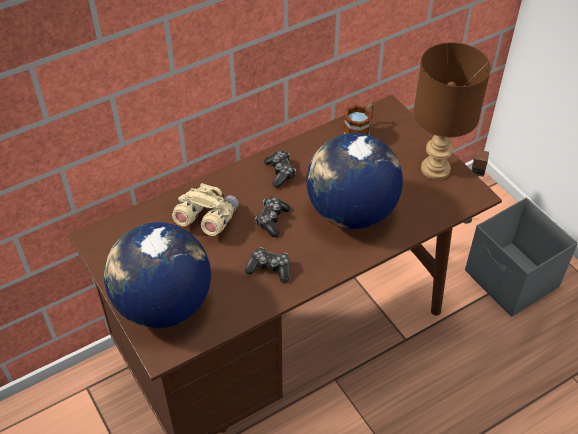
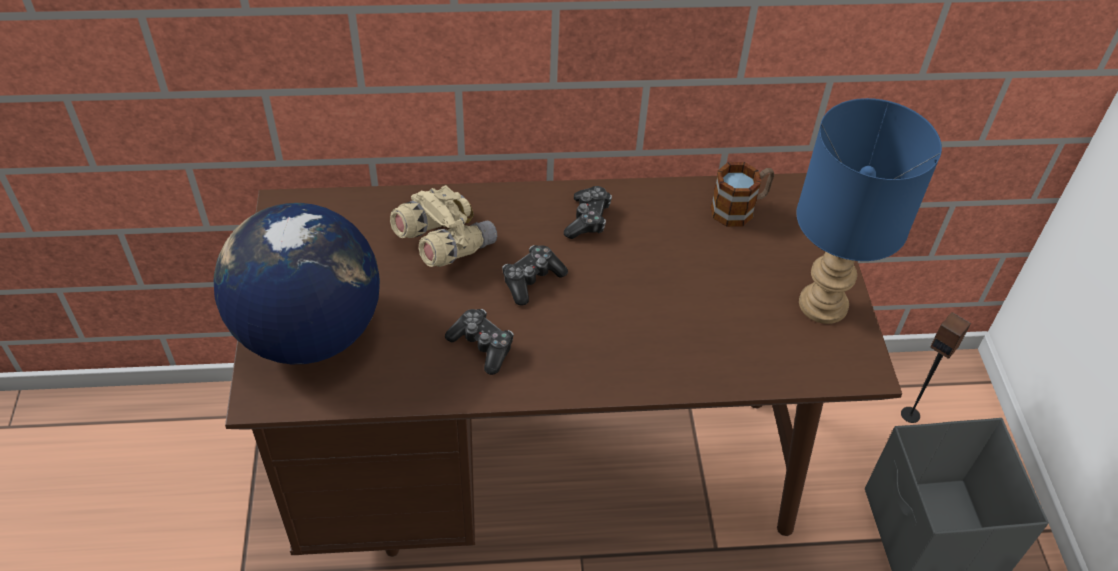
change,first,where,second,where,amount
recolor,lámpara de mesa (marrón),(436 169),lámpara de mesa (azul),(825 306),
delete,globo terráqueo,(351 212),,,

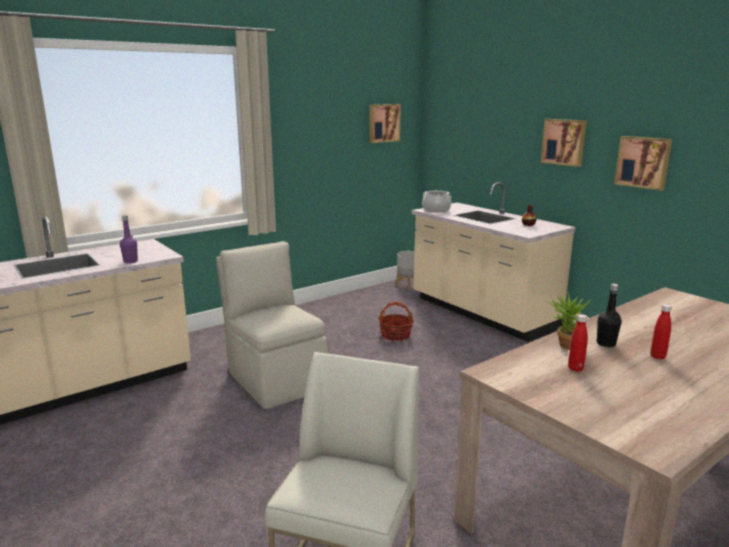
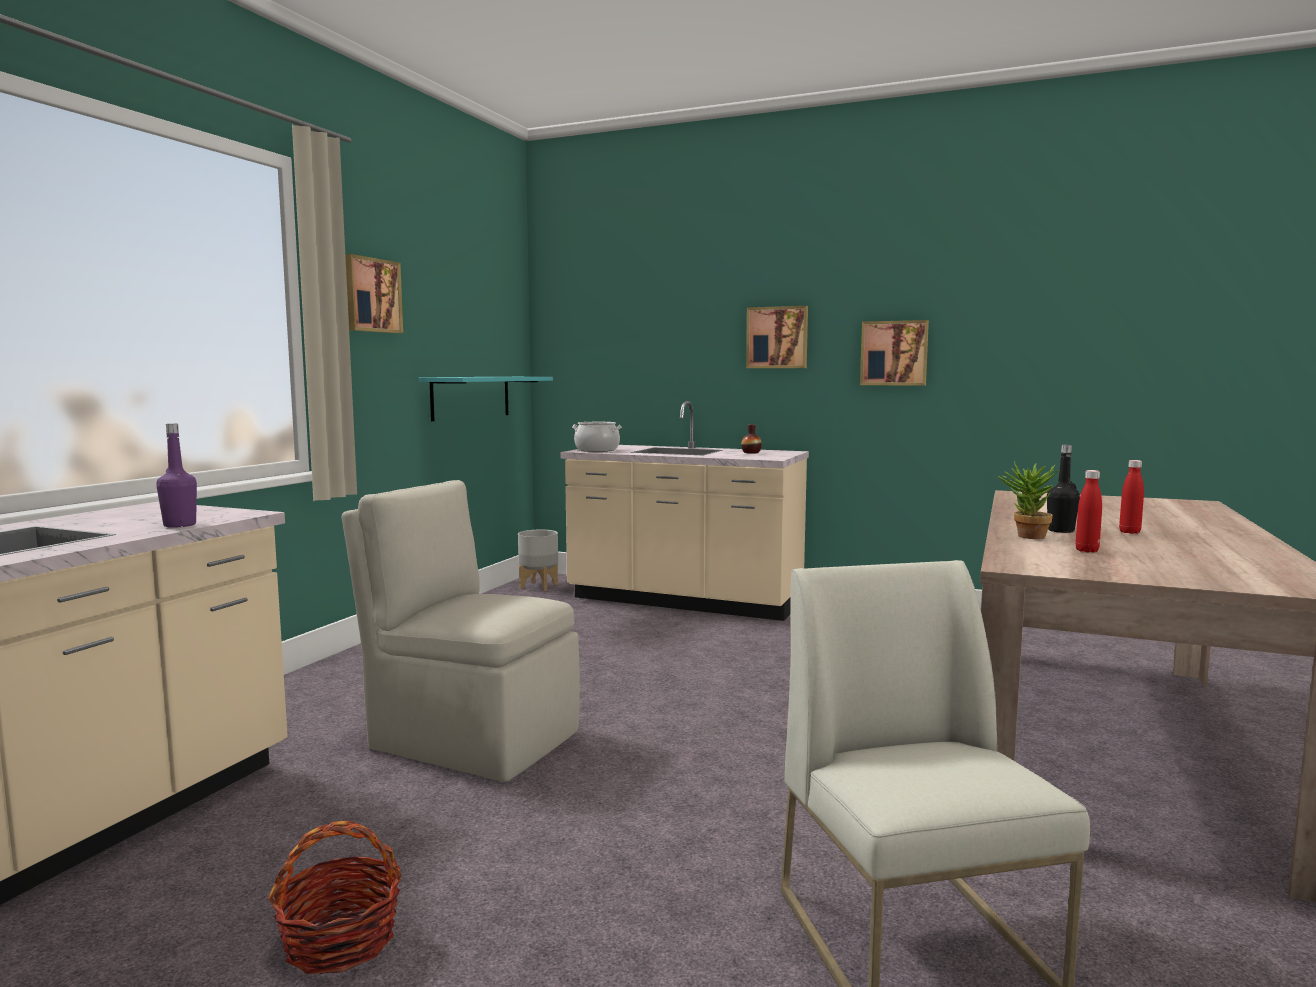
change,first,where,second,where,amount
move,cesta,(395 335),,(340 941),
move,cuadro,(383 123),,(371 295),
insert,,,estante (turquesa),(471 397),

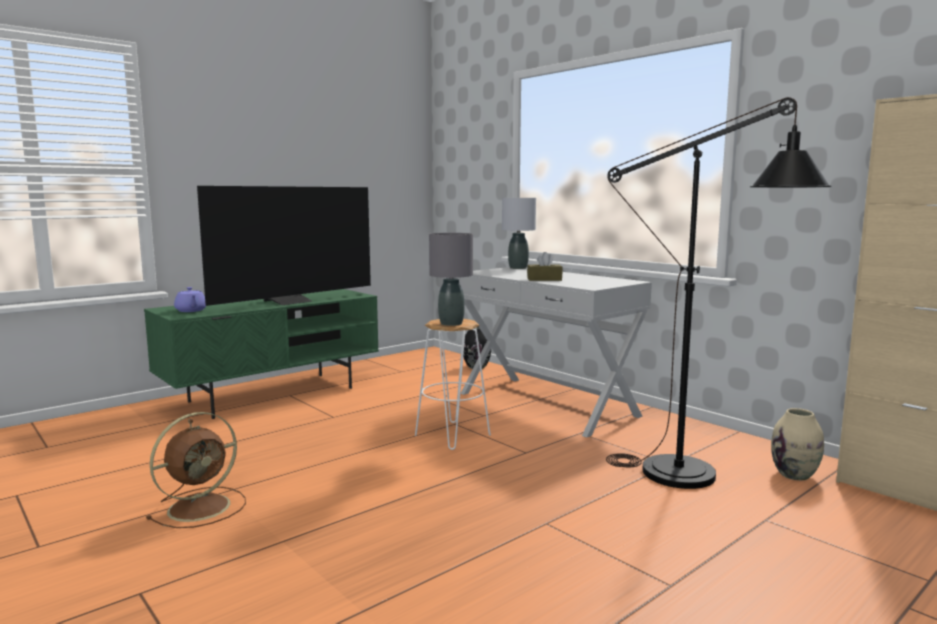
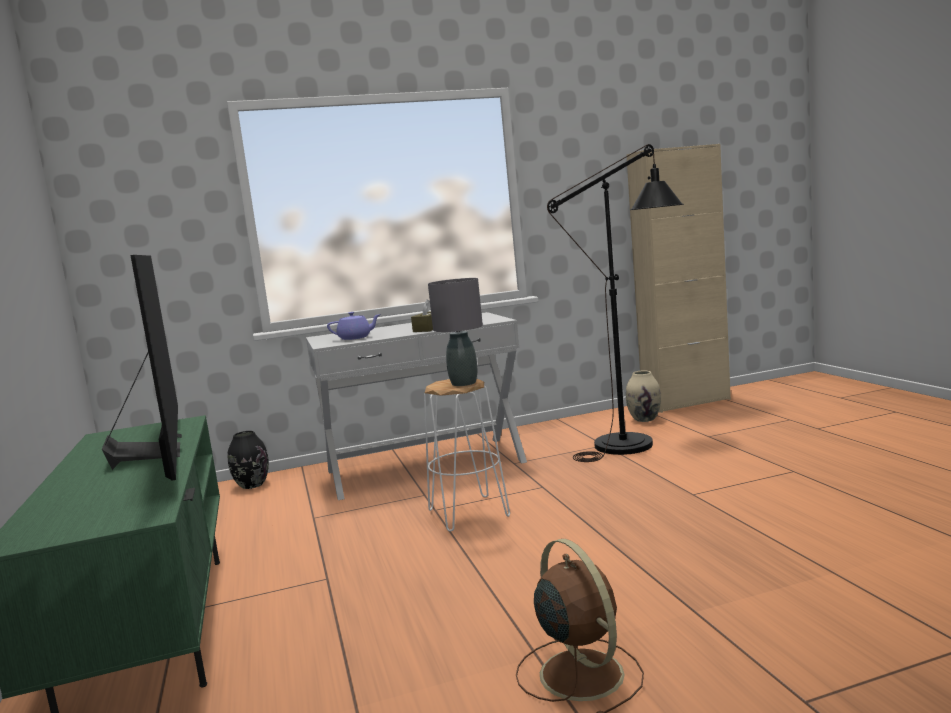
change,first,where,second,where,amount
move,tetera (morado),(191 311),,(355 338),
delete,lámpara de mesa (gris),(518 268),,,

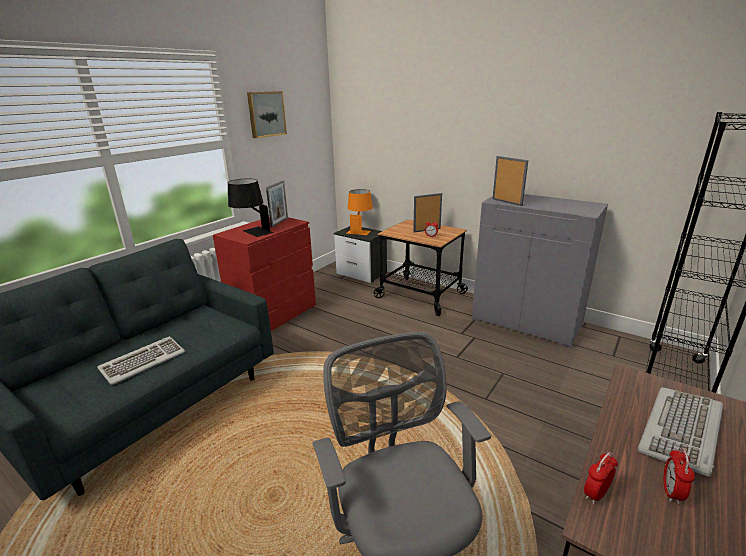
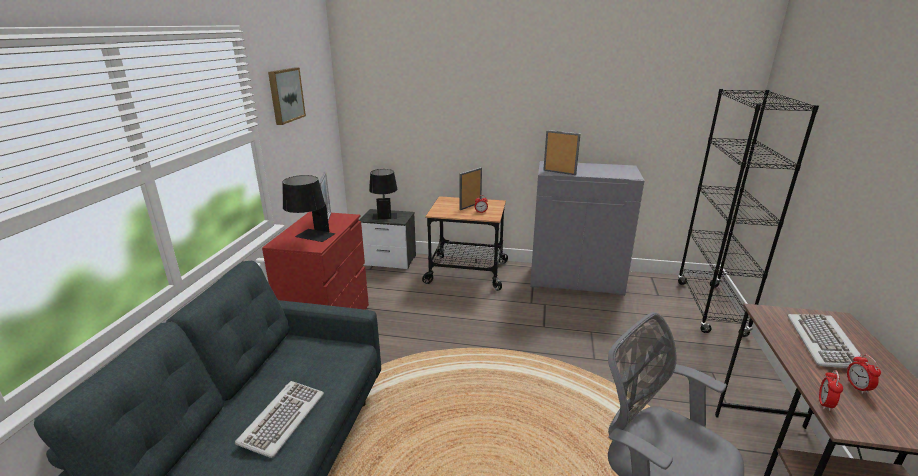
change,first,where,second,where,amount
recolor,lámpara de mesa (naranja),(360 230),lámpara de mesa (negro),(384 214),

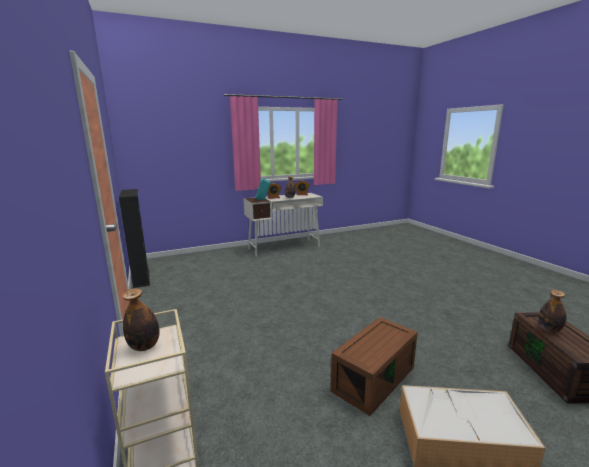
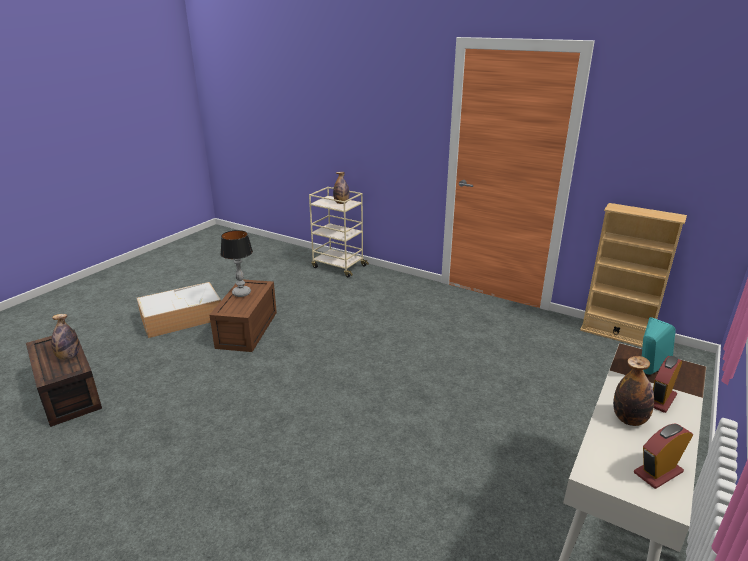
change,first,where,second,where,amount
insert,,,lámpara de mesa,(241 293),
recolor,estantería (negro),(141 278),estantería (beis),(616 334),

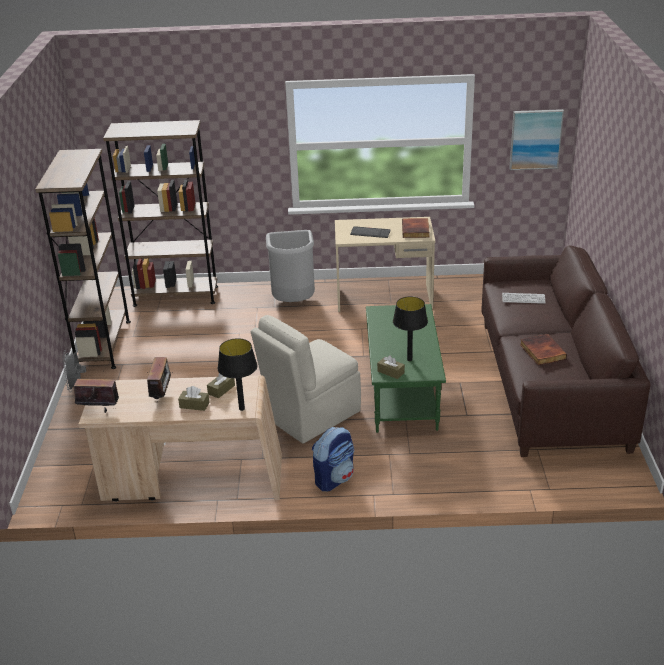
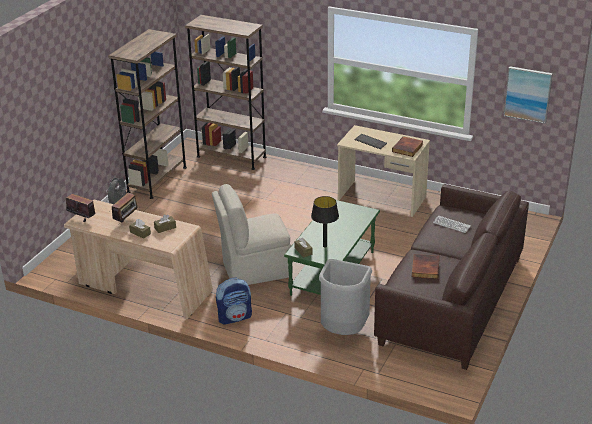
change,first,where,second,where,amount
move,papelera (gris),(293 302),,(343 331),
delete,lámpara de mesa (negro),(242 408),,,

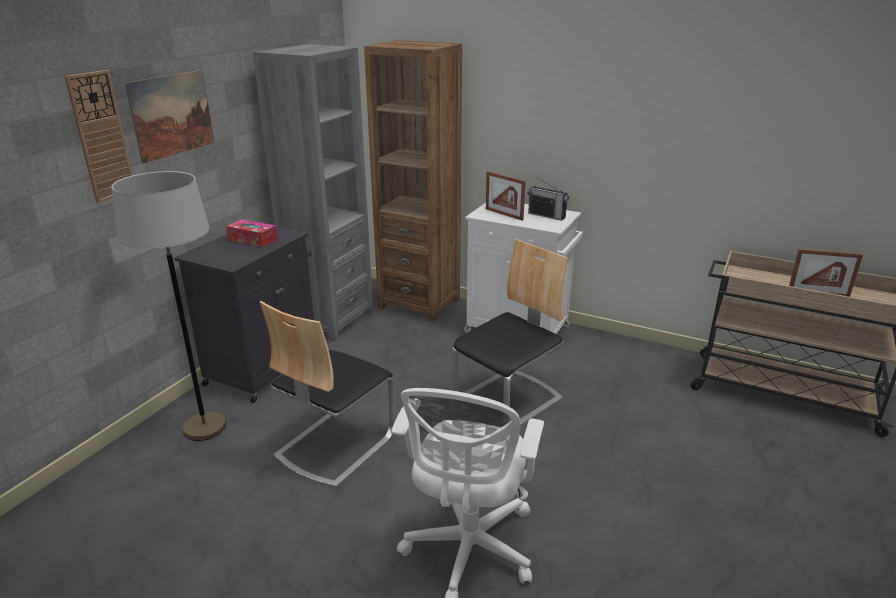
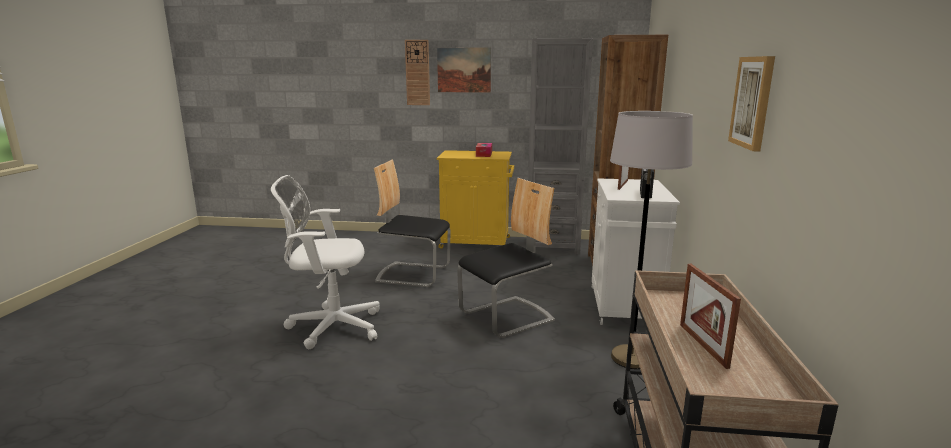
change,first,where,second,where,amount
recolor,armario (negro),(264 368),armario (amarillo),(477 243),
rotate,silla,(509 399),,(507 317),60 degrees counterclockwise
move,lámpara de pie (gris),(205 427),,(631 358),
insert,,,cuadro,(753 102),

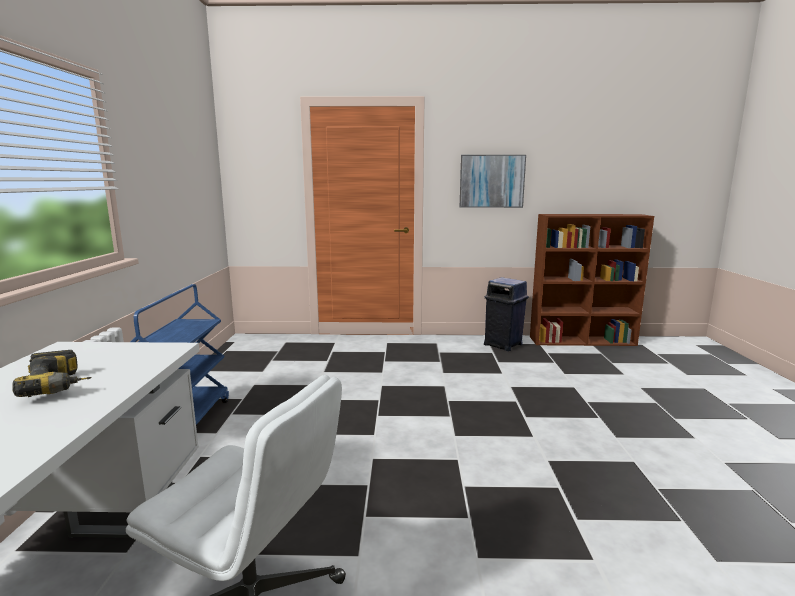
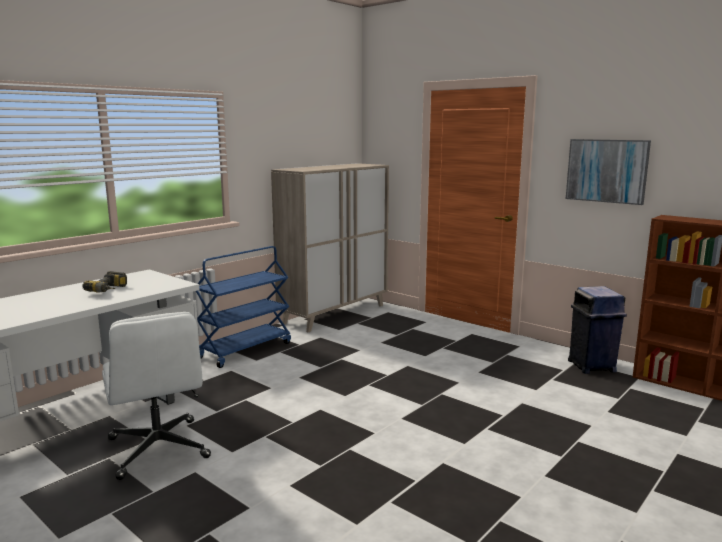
change,first,where,second,where,amount
insert,,,armario (beis),(335 314),

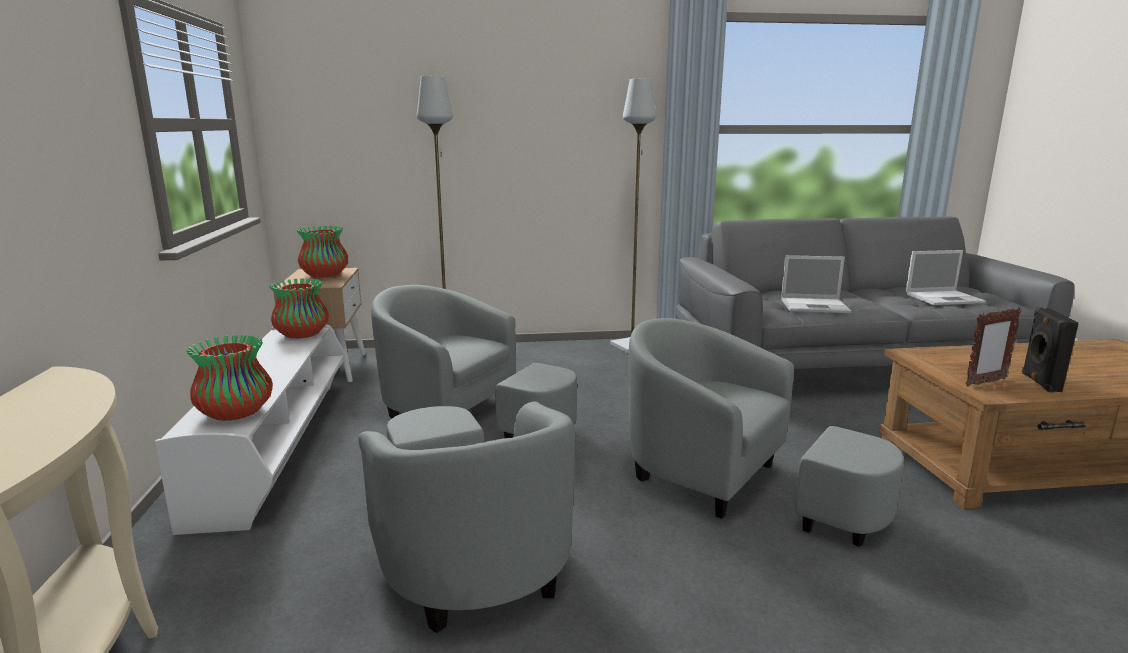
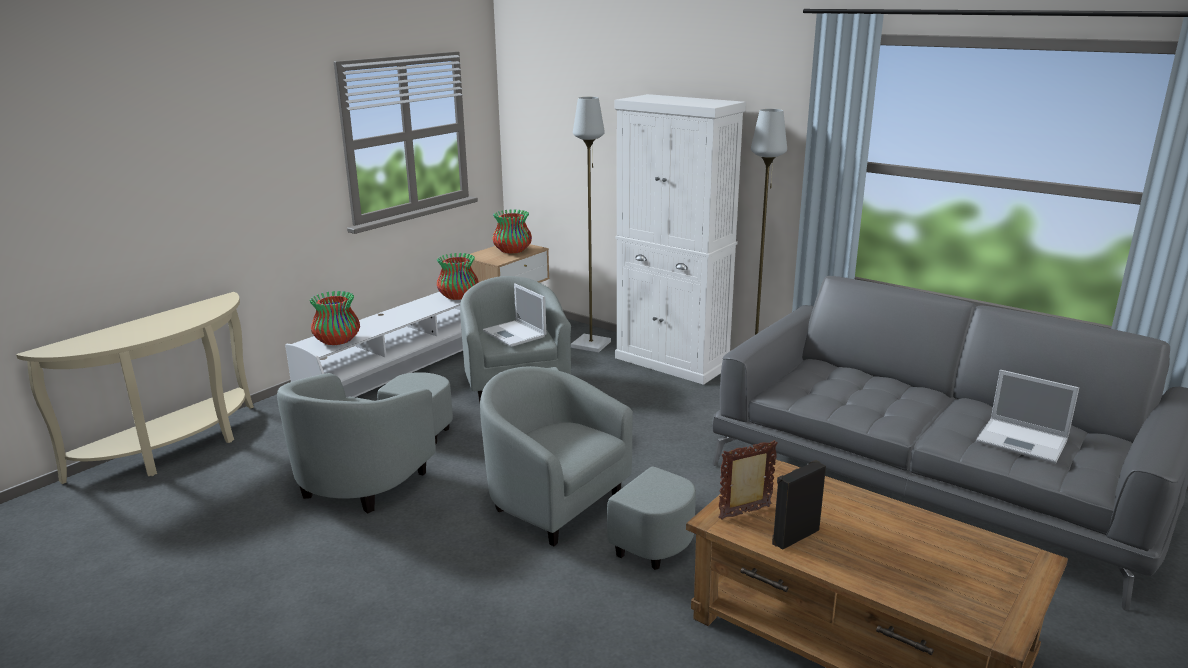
change,first,where,second,where,amount
rotate,sillón (gris),(732 485),,(576 514),45 degrees counterclockwise
move,portátil,(816 306),,(515 334),
insert,,,armario (blanco),(672 362),
rotate,portarretratos,(985 382),,(745 513),135 degrees clockwise

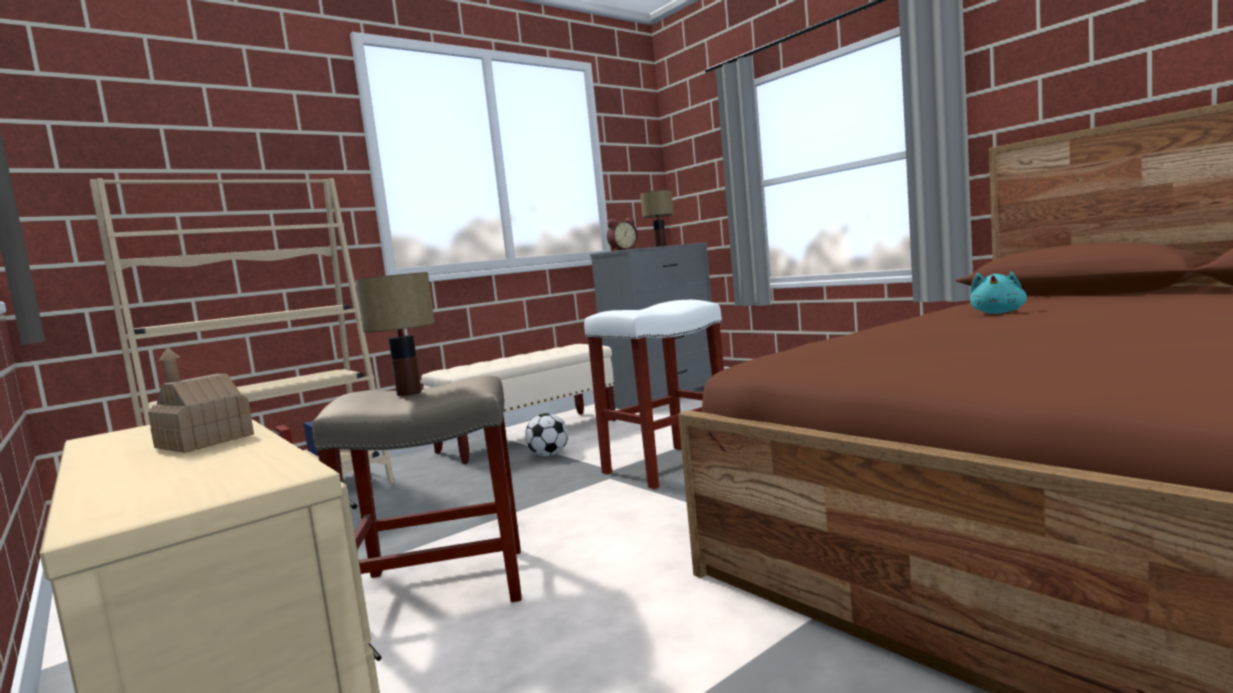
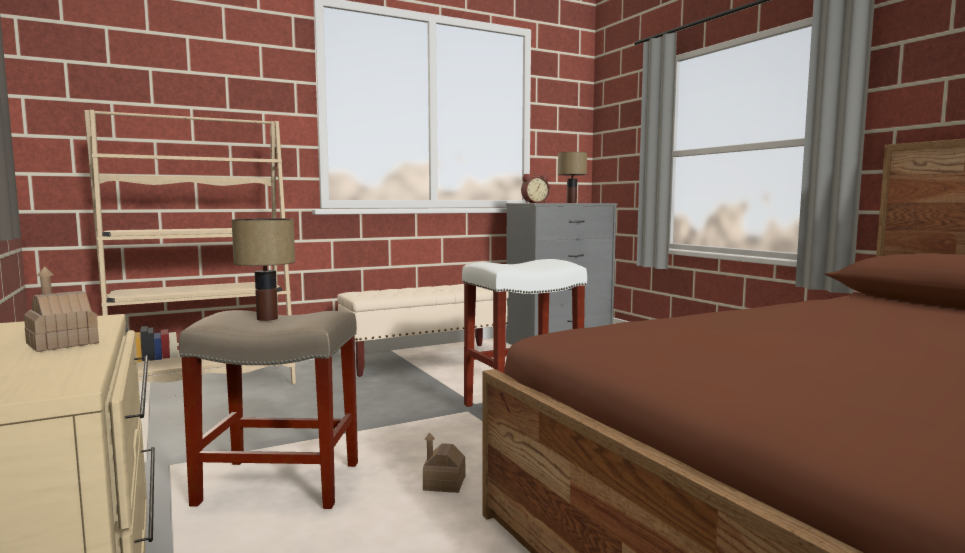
change,first,where,second,where,amount
insert,,,casita,(444 483),
delete,balón de fútbol,(549 455),,,
delete,peluche (turquesa),(998 313),,,

